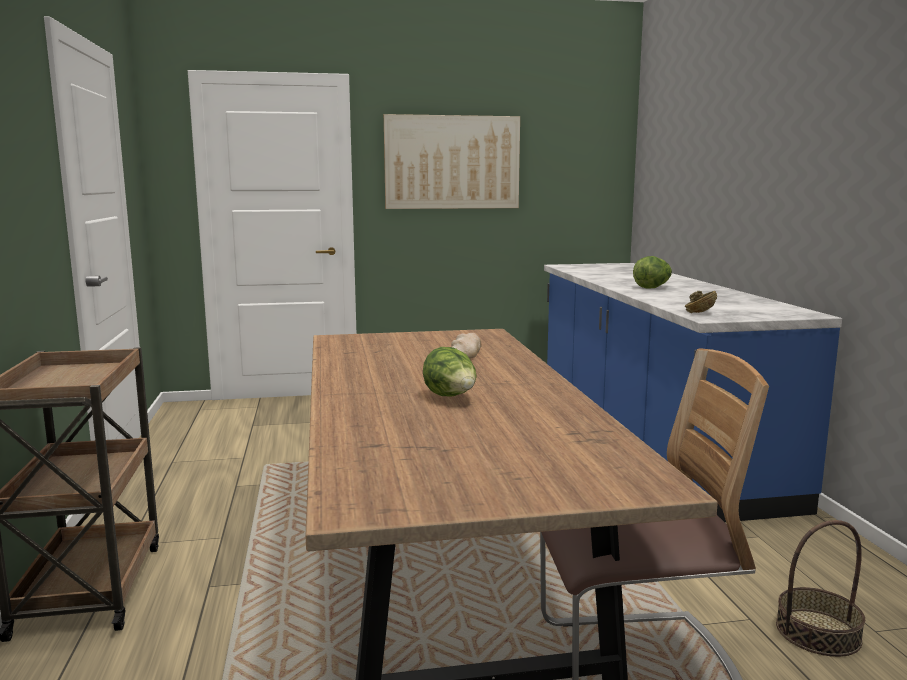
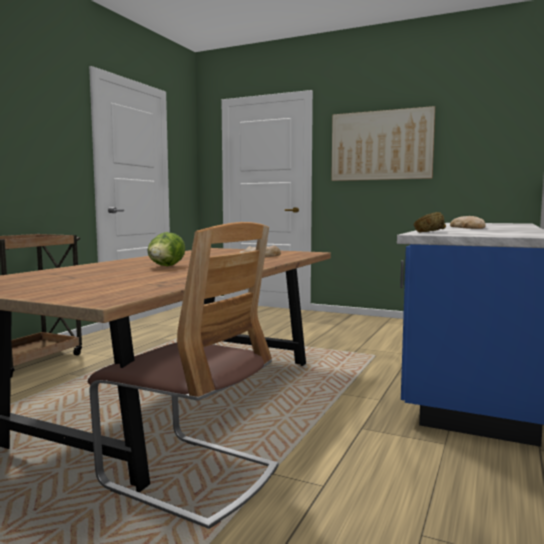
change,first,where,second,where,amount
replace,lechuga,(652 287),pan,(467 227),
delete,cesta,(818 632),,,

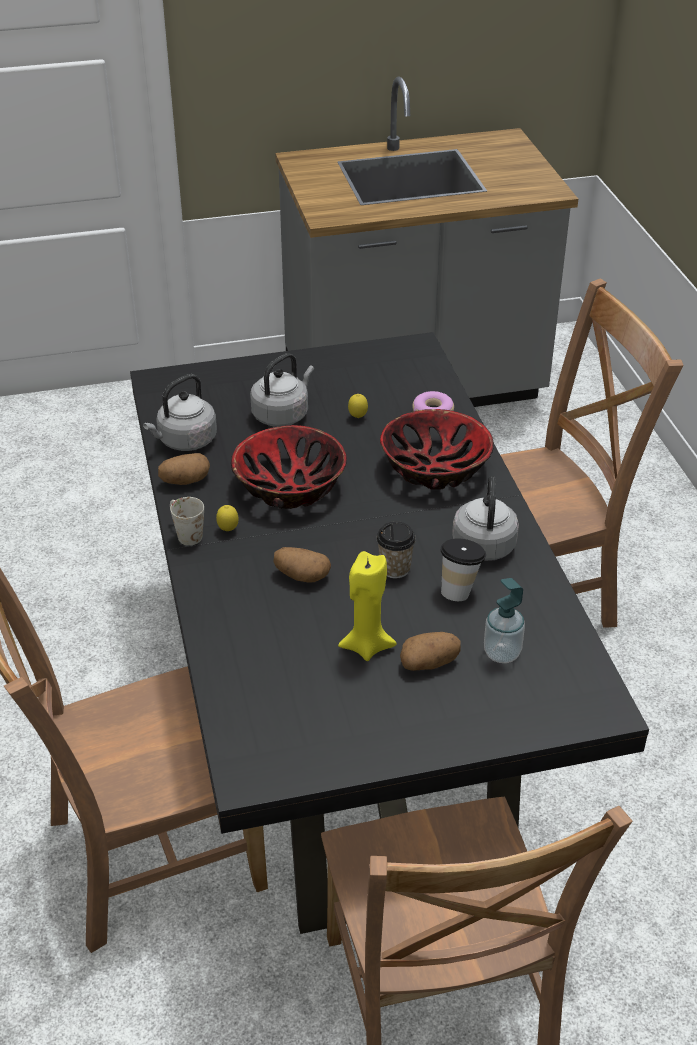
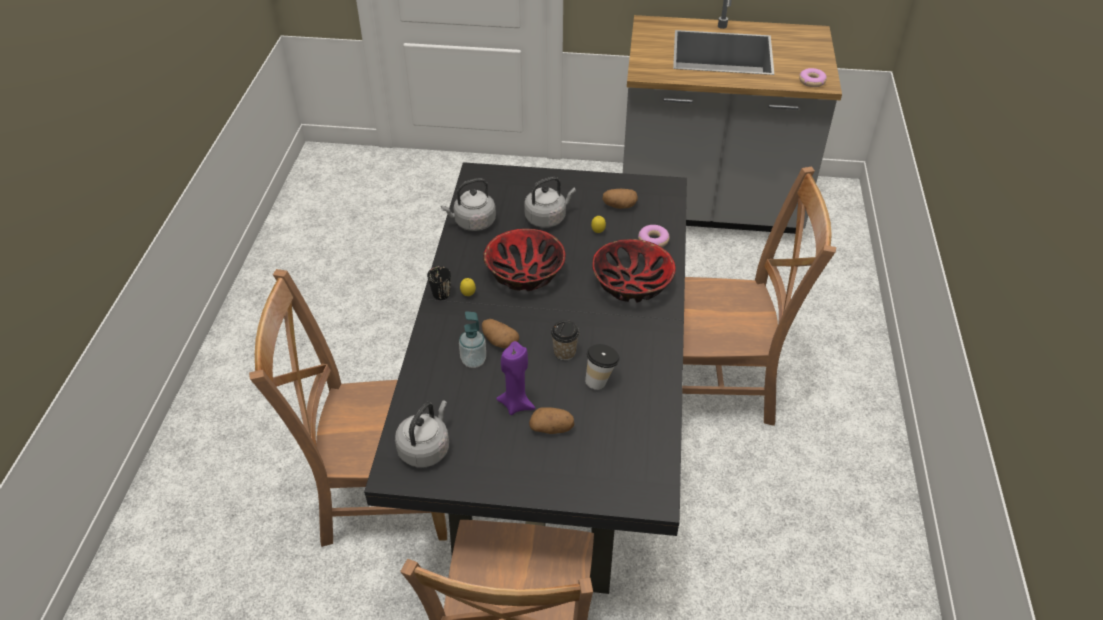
change,first,where,second,where,amount
move,hervidor (gris),(484 543),,(425 448),
recolor,taza grande (blanco),(185 533),taza grande (negro),(439 290),
move,dispensador de jabón,(502 653),,(473 360),
recolor,vela (amarillo),(366 646),vela (morado),(516 404),
move,patata,(185 481),,(619 206),
insert,,,rosquilla,(811 81),

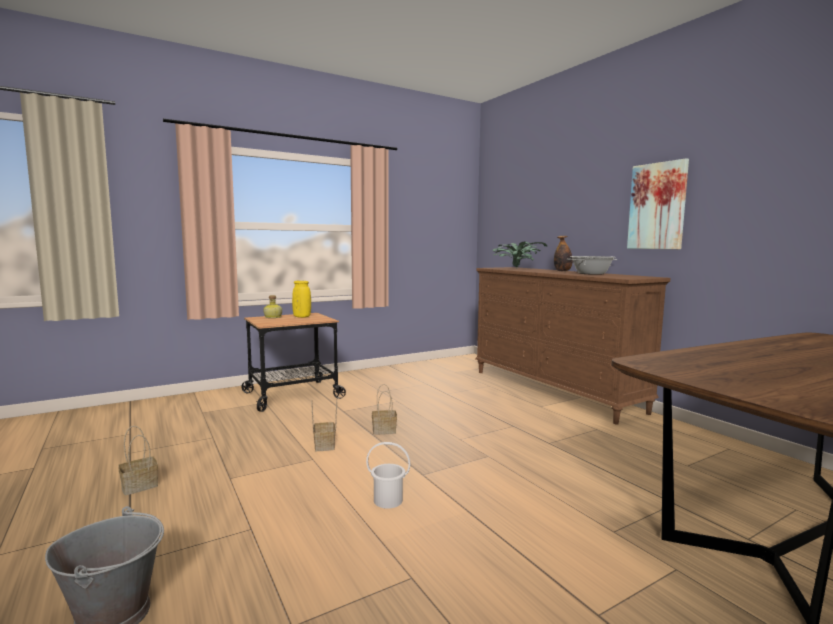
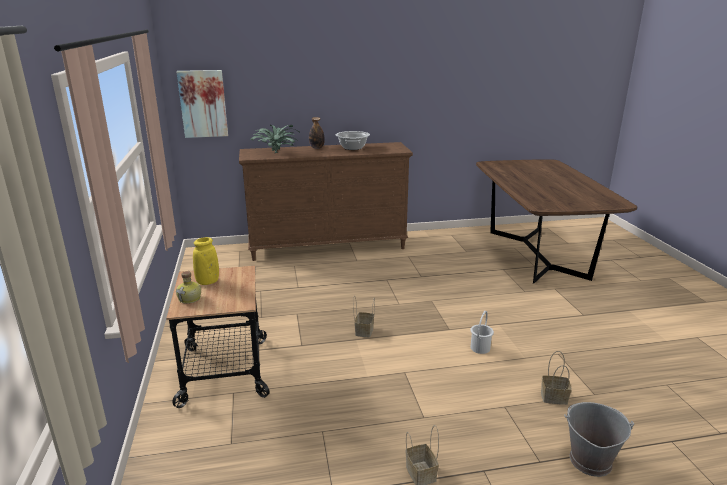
change,first,where,second,where,amount
move,cuadro,(657 206),,(203 104),
move,cesta,(325 446),,(554 397),

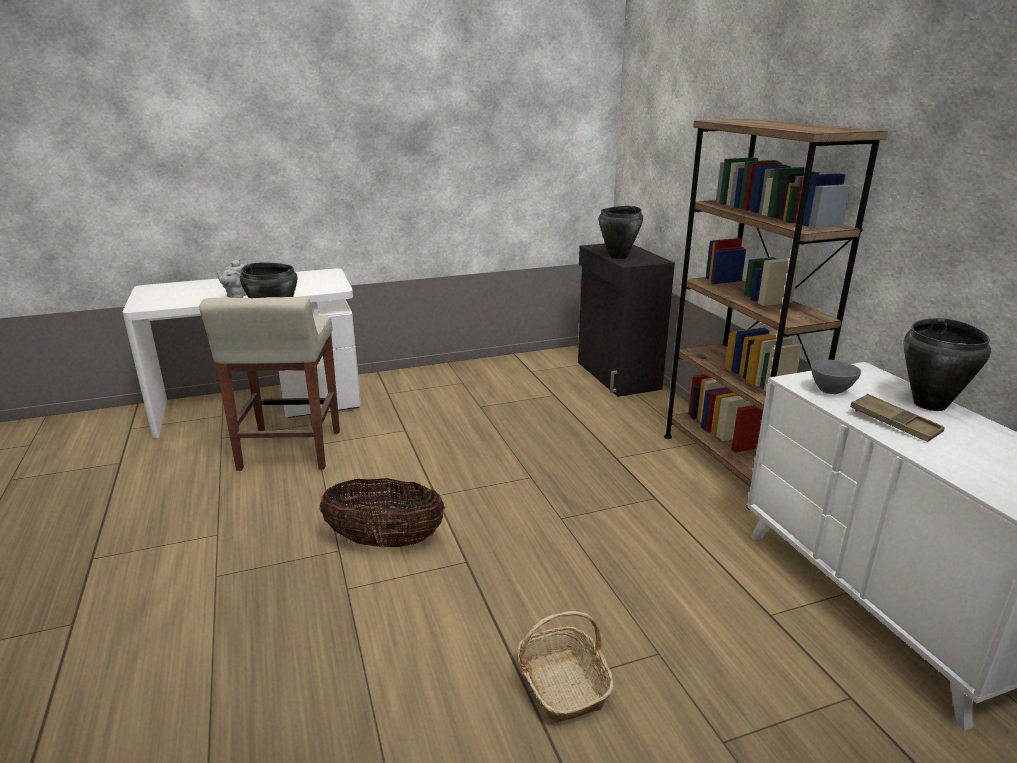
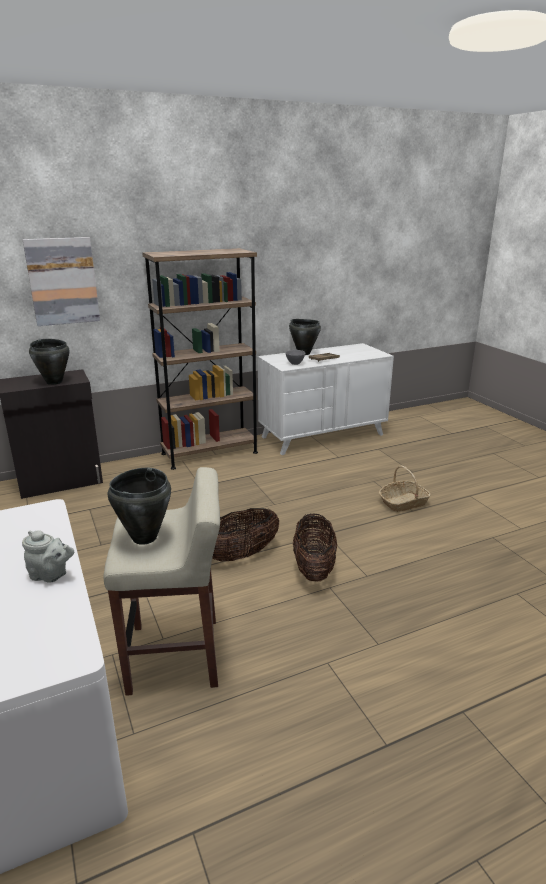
change,first,where,second,where,amount
insert,,,cuadro,(62 281),
insert,,,cesta,(240 555),

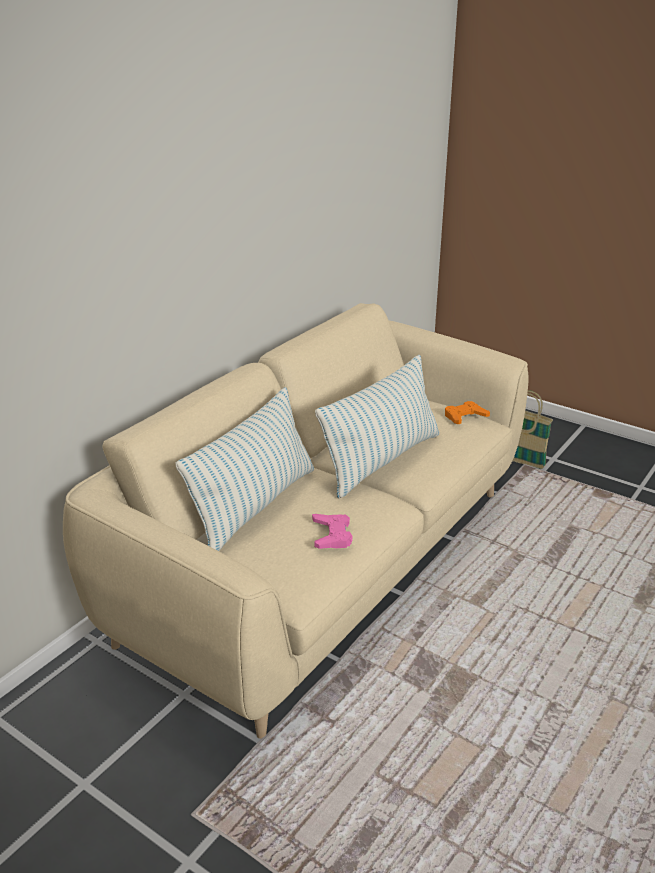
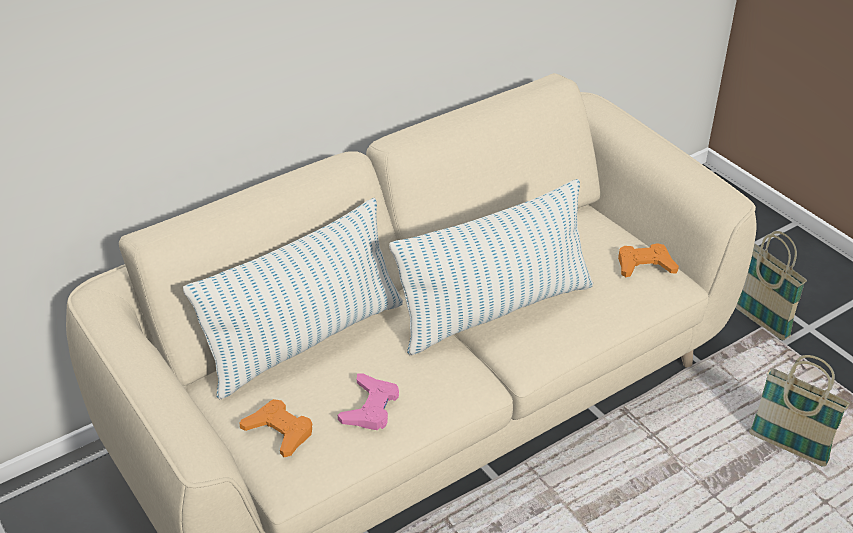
change,first,where,second,where,amount
insert,,,mando de consola (naranja),(279 432),
insert,,,cesta,(787 448),

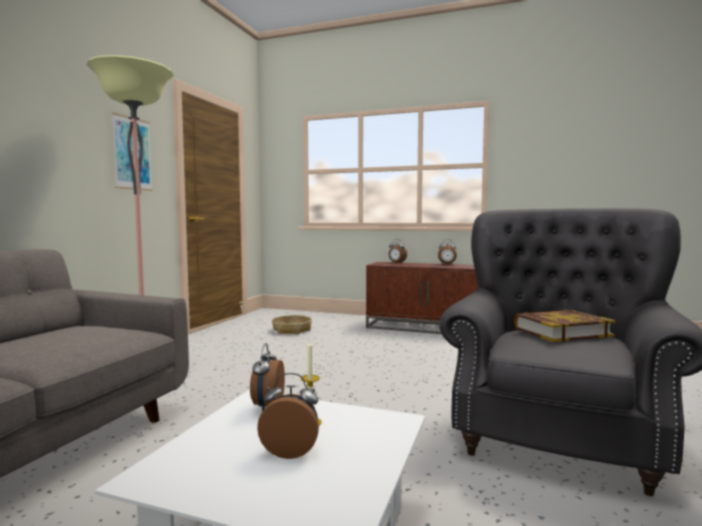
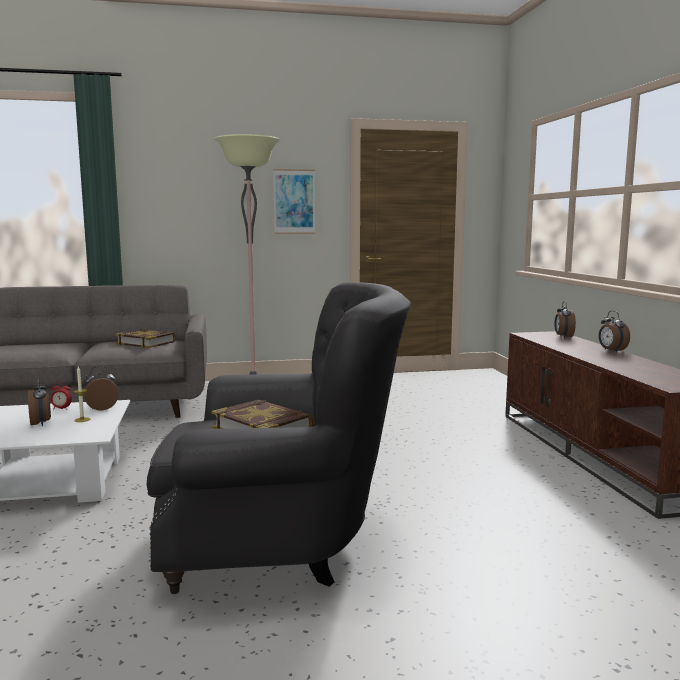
change,first,where,second,where,amount
insert,,,despertador,(61 409),
insert,,,libro,(146 342),
delete,cesta,(291 330),,,

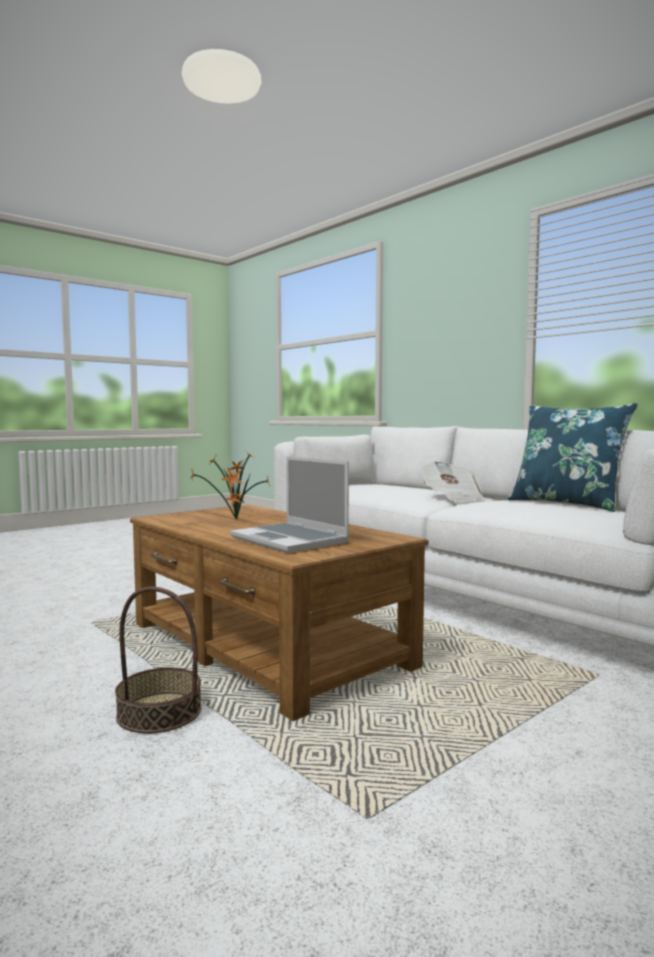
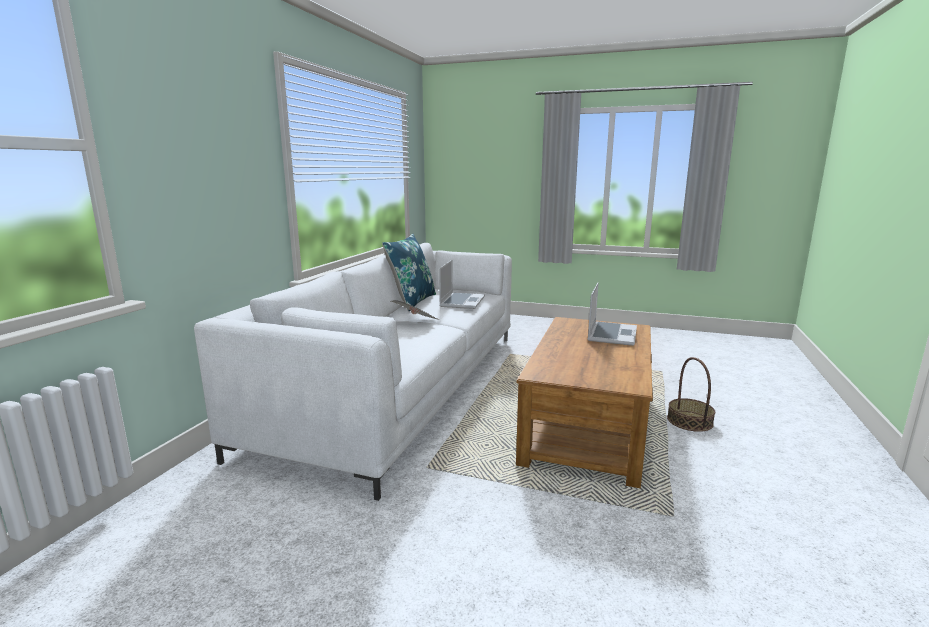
change,first,where,second,where,amount
insert,,,portátil,(462 302),
delete,planta en maceta,(235 520),,,

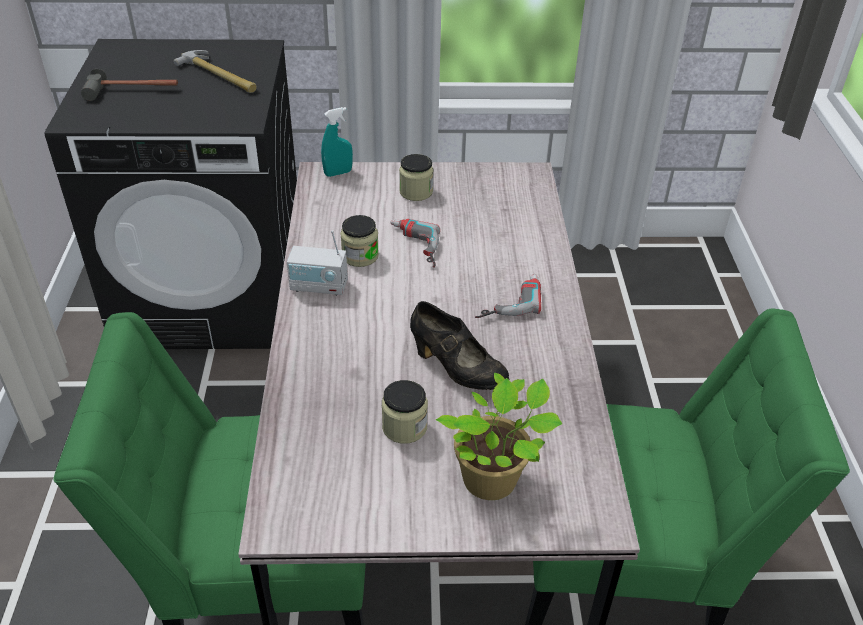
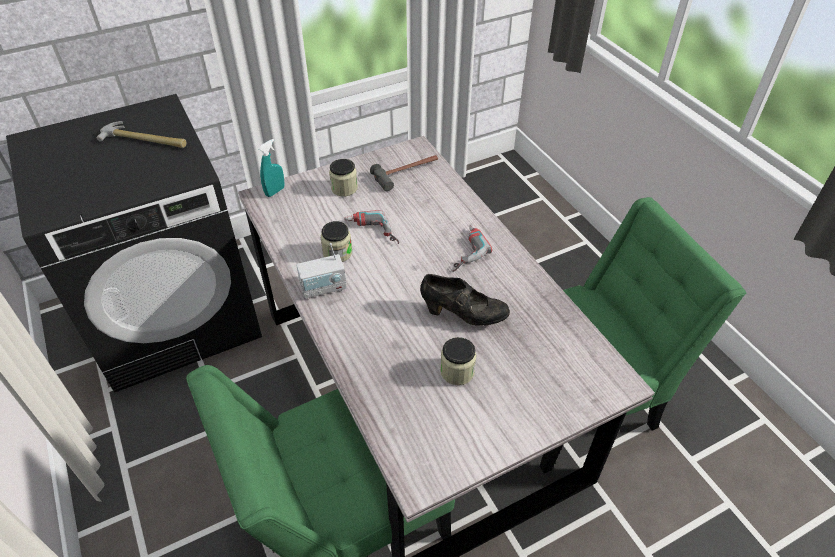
change,first,where,second,where,amount
move,martillo,(133 91),,(407 173),
delete,planta en maceta,(494 481),,,

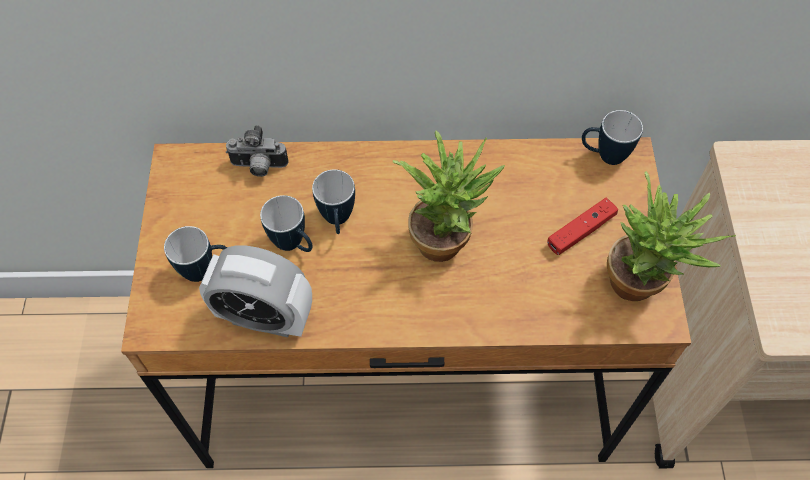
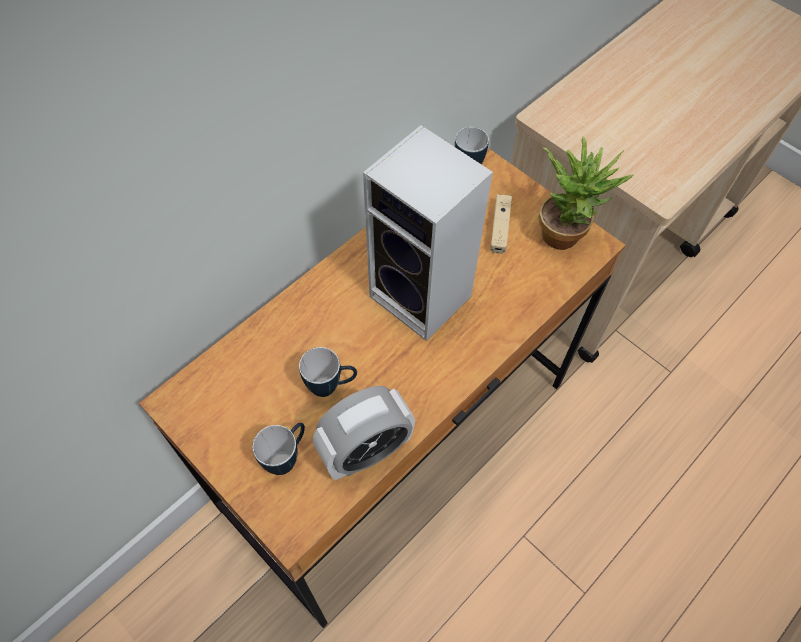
change,first,where,second,where,amount
replace,planta en maceta,(445 237),altavoz,(424 297),
recolor,mando de consola (rojo),(580 231),mando de consola (beis),(500 228),
delete,cámara,(258 167),,,
delete,taza grande,(337 222),,,

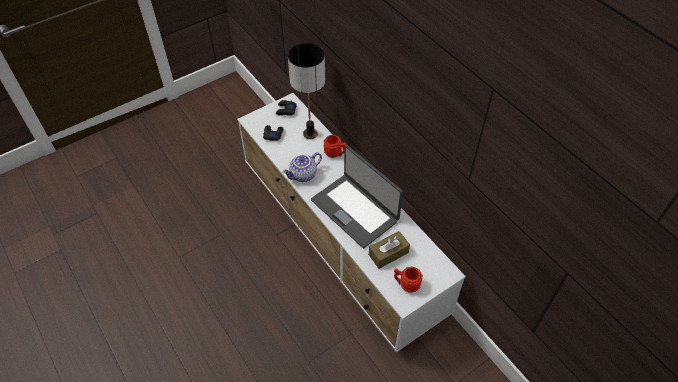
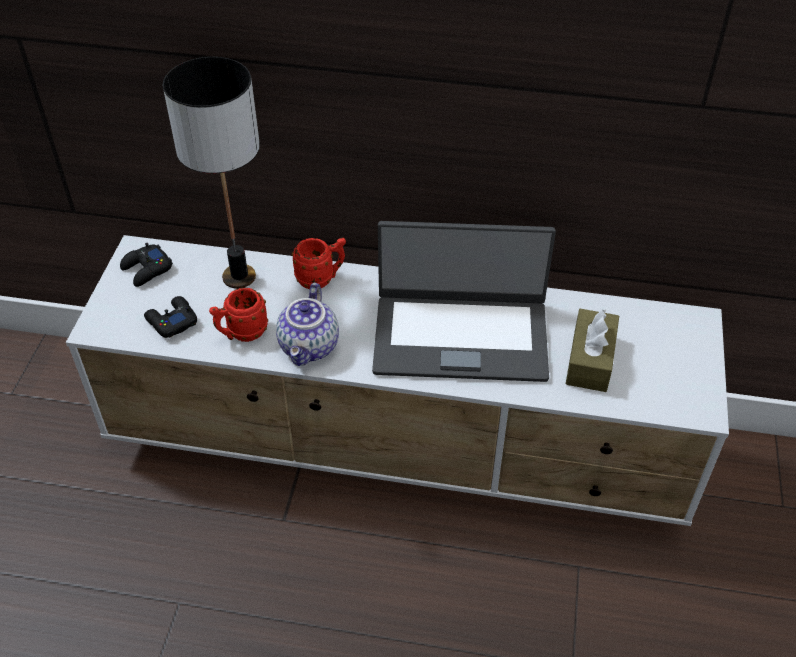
change,first,where,second,where,amount
move,taza grande (rojo),(406 284),,(241 333),

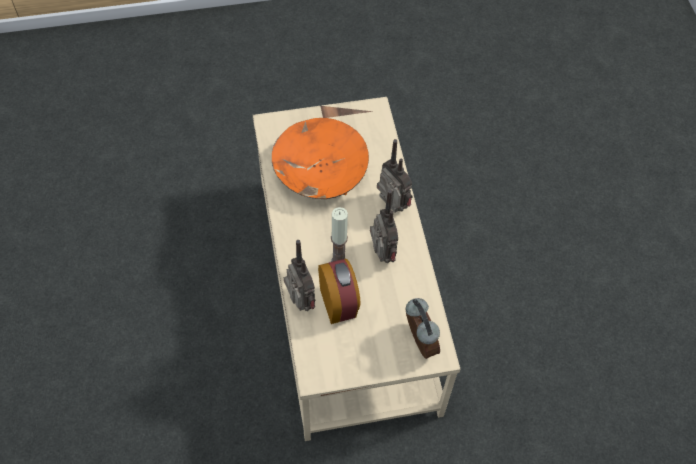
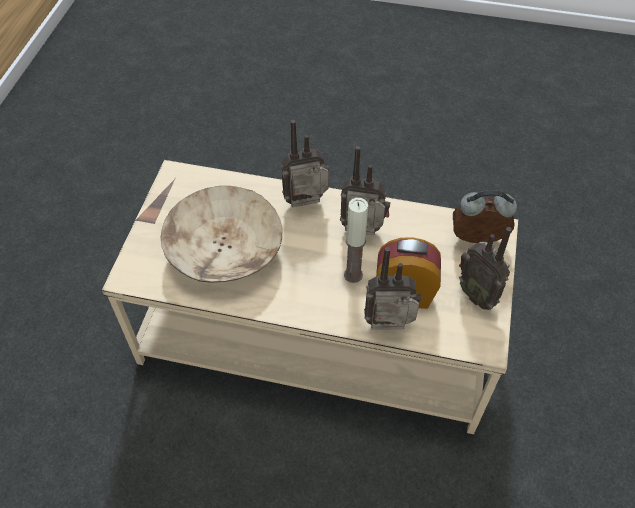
change,first,where,second,where,amount
recolor,cuenco (naranja),(319 171),cuenco (beis),(224 251),
insert,,,radio,(477 295),

